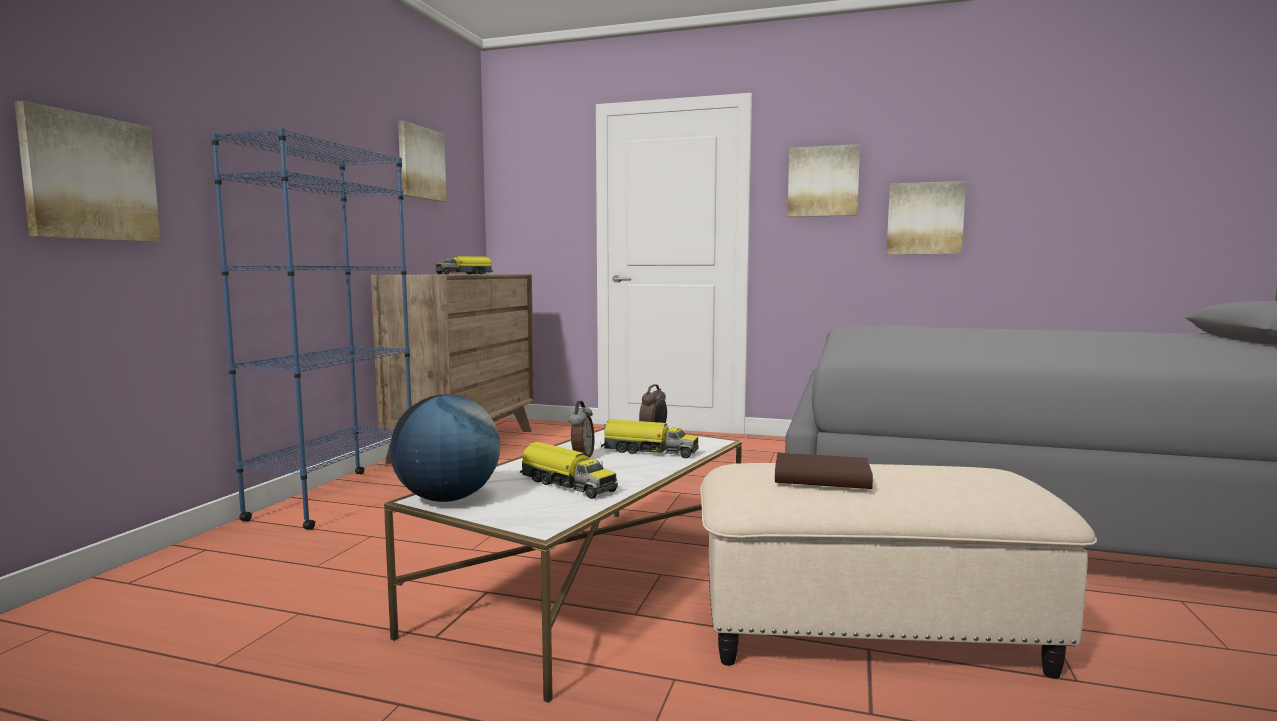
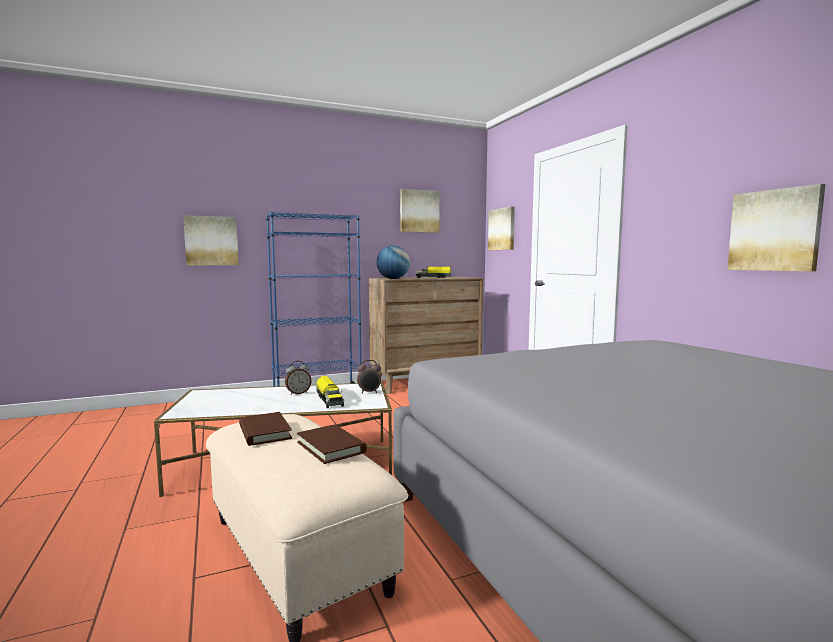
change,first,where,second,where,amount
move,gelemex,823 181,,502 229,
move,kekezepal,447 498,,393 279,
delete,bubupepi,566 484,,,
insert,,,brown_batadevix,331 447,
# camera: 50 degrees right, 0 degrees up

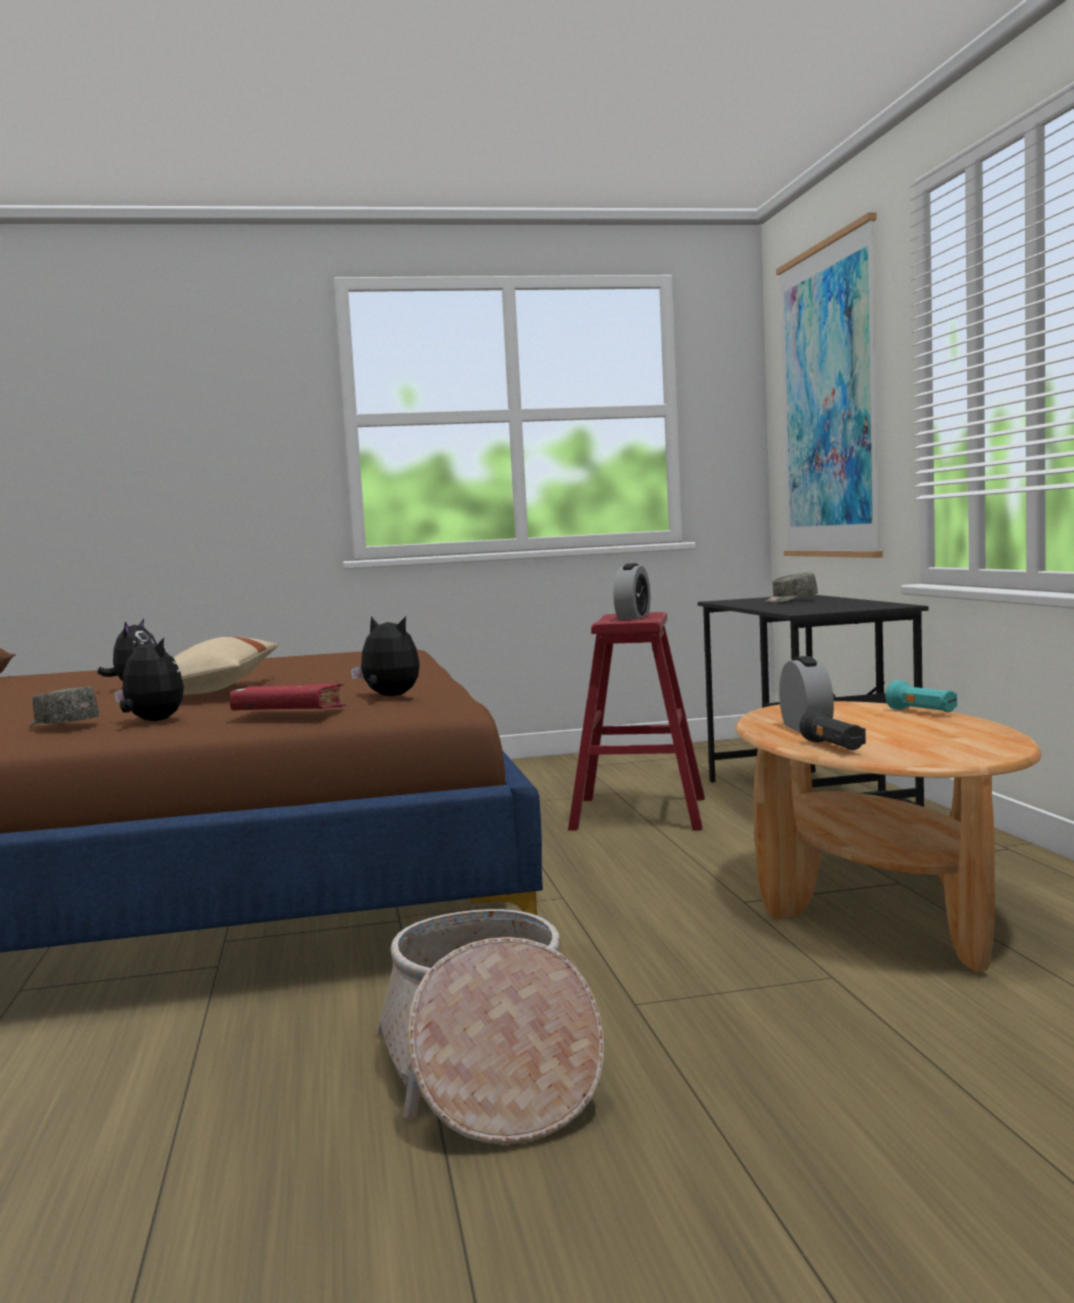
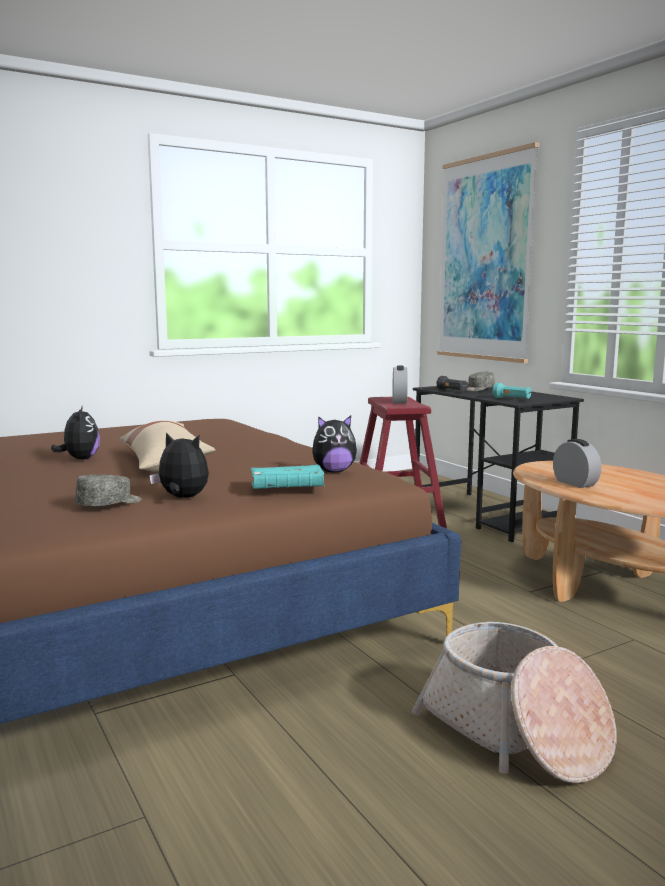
change,first,where,second,where,amount
rotate,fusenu,389 697,,333 471,150 degrees clockwise
move,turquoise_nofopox,922 712,,512 399,
recolor,red_batadevix,288 713,turquoise_batadevix,287 488,
rotate,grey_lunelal,61 726,,109 504,120 degrees clockwise
move,black_nofopox,833 747,,452 391,
# camera: 20 degrees left, 5 degrees up

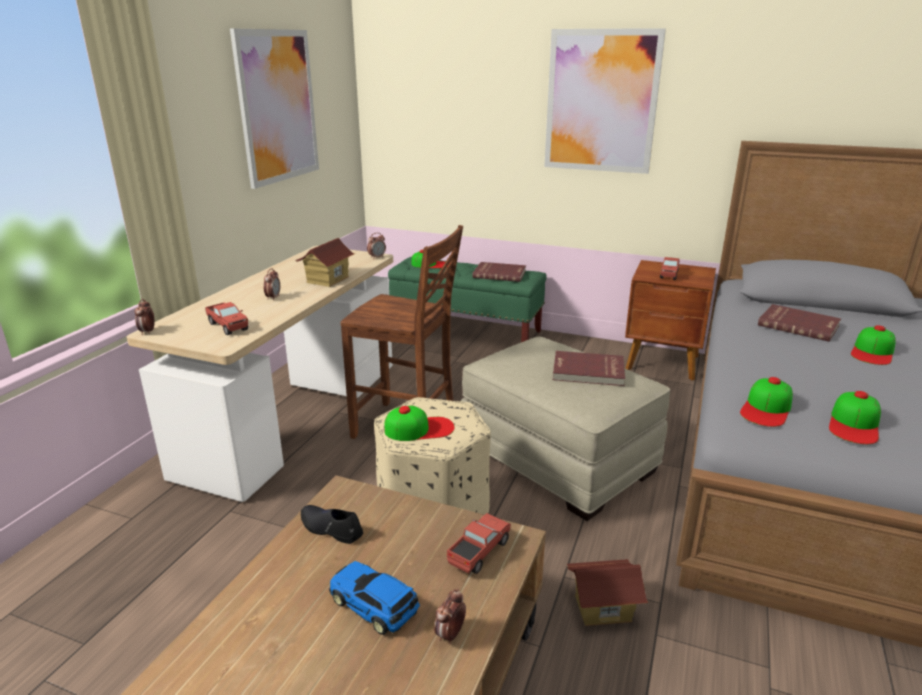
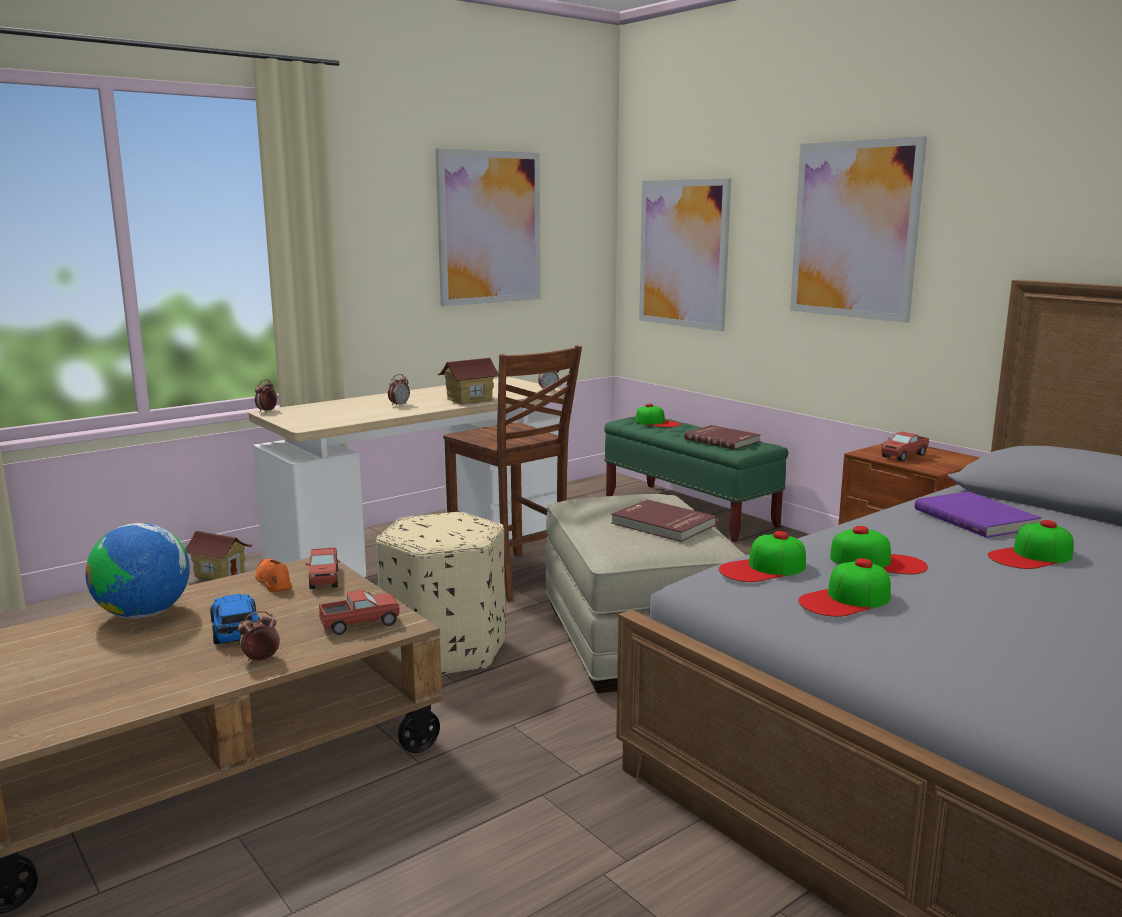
change,first,where,second,where,amount
move,bubupepi,228 326,,324 578,
recolor,red_batadevix,798 325,purple_batadevix,977 518,
move,lunelal,419 428,,878 562,
recolor,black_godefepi,330 528,orange_godefepi,273 581,
move,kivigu,602 608,,220 574,
insert,,,gelemex,683 254,
insert,,,kekezepal,144 614,
# camera: 30 degrees right, 10 degrees down

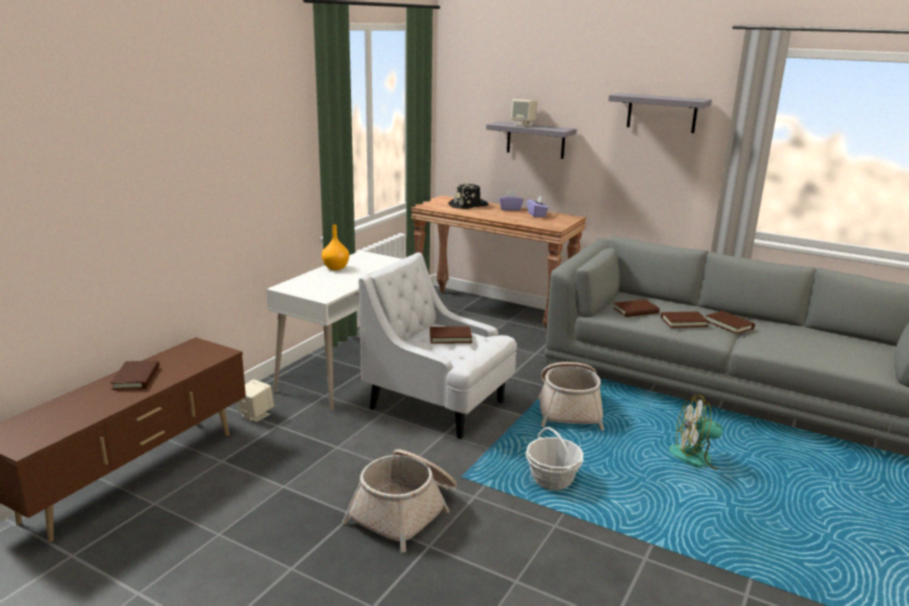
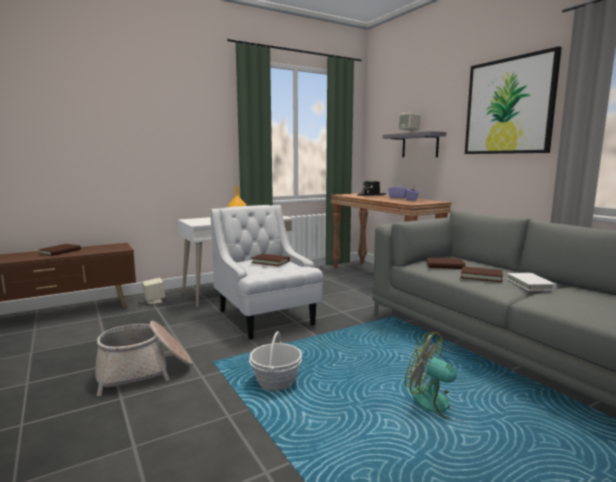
change,first,where,second,where,amount
replace,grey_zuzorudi,661 113,gelemex,509 106,
recolor,brown_batadevix,729 325,white_batadevix,530 284,
delete,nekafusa,569 408,,,
# camera: 30 degrees right, 10 degrees down

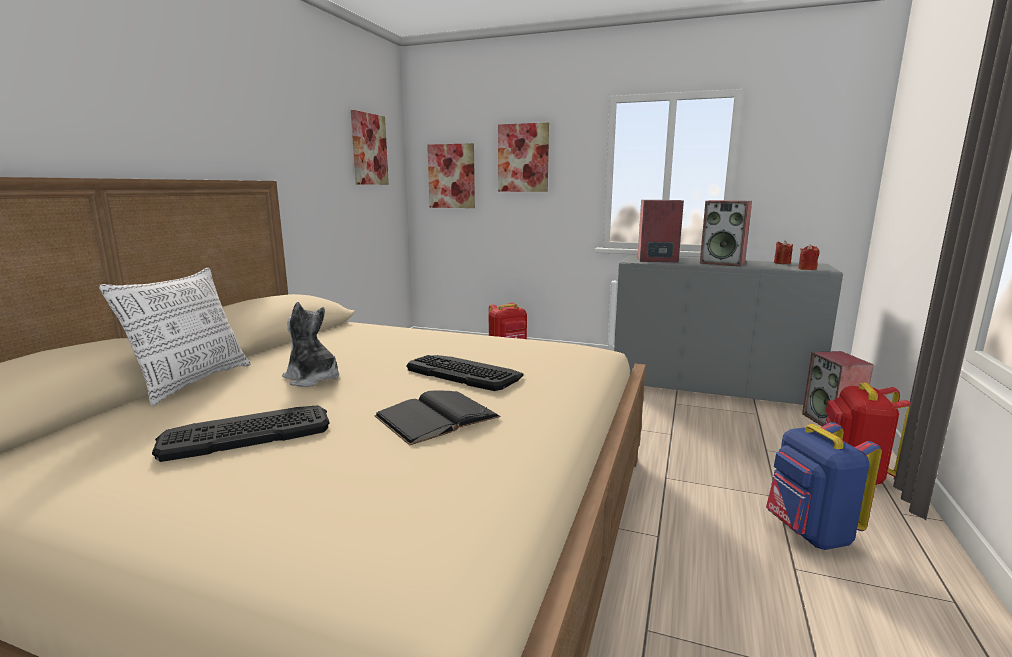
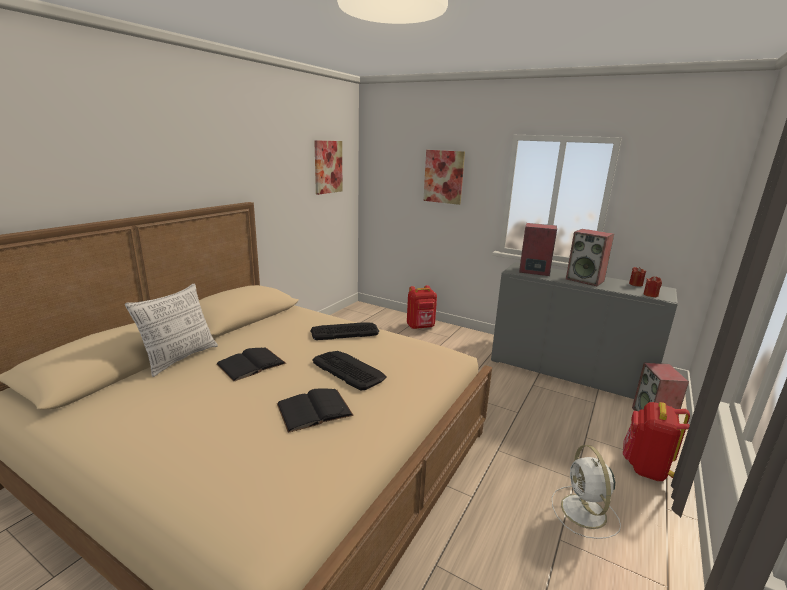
change,first,where,second,where,amount
delete,gelemex,451 176,,,
replace,fusenu,312 378,black_batadevix,251 364,
move,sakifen,246 432,,344 331,
replace,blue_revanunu,809 533,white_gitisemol,584 513,
# camera: 10 degrees right, 5 degrees up

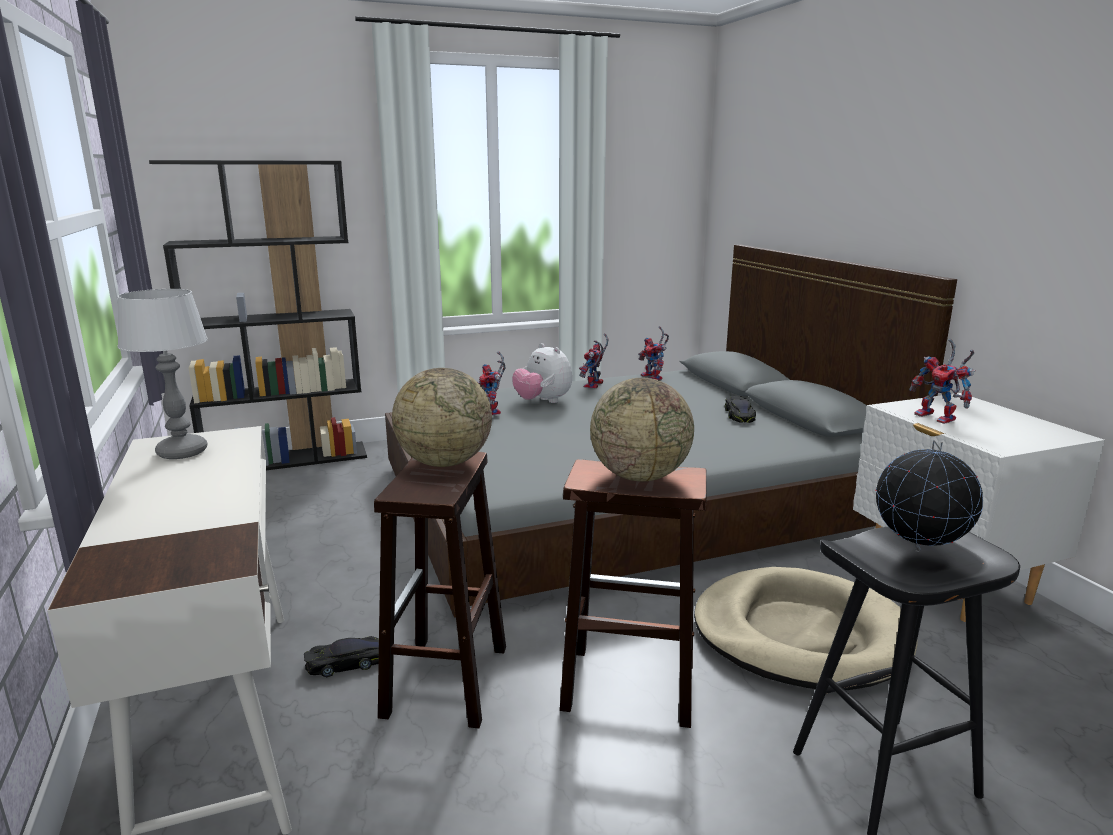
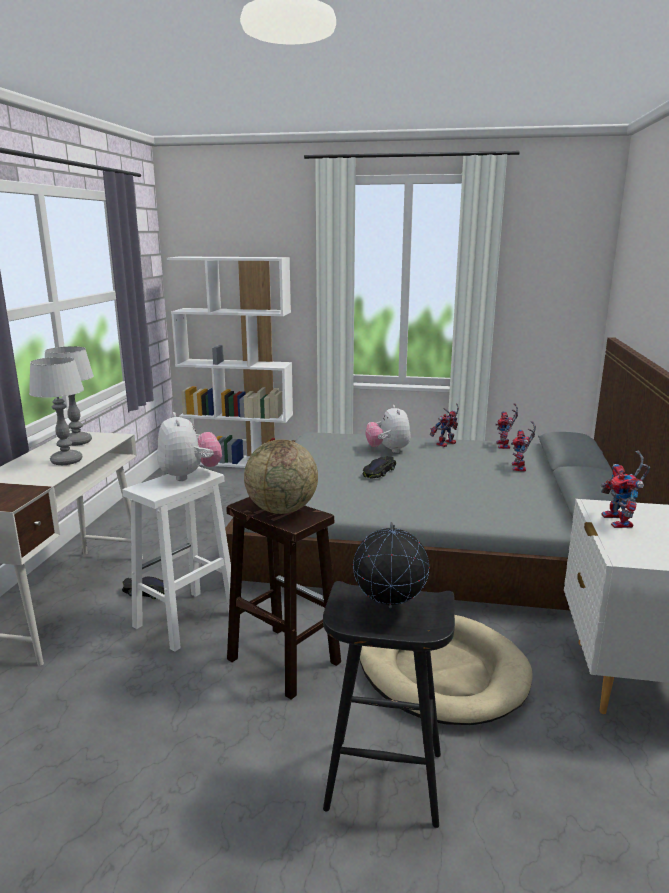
change,first,where,second,where,amount
recolor,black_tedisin,287 459,white_tedisin,239 462,
move,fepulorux,493 411,,520 468,
replace,kekezepal,444 462,fusenu,190 475,
move,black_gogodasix,739 415,,379 472,
recolor,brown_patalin,446 682,white_patalin,185 620,
insert,,,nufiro,67 461,
# camera: 30 degrees right, 0 degrees up

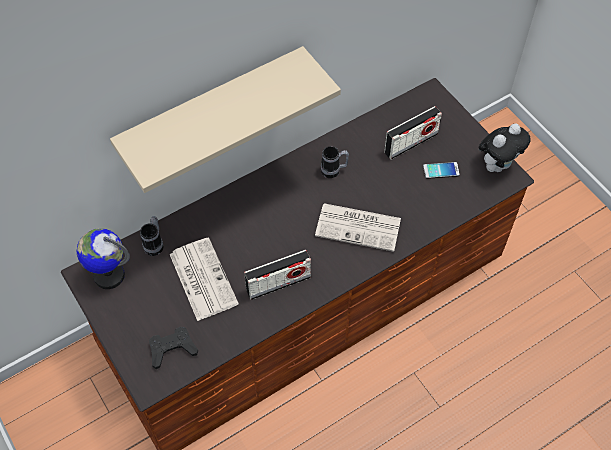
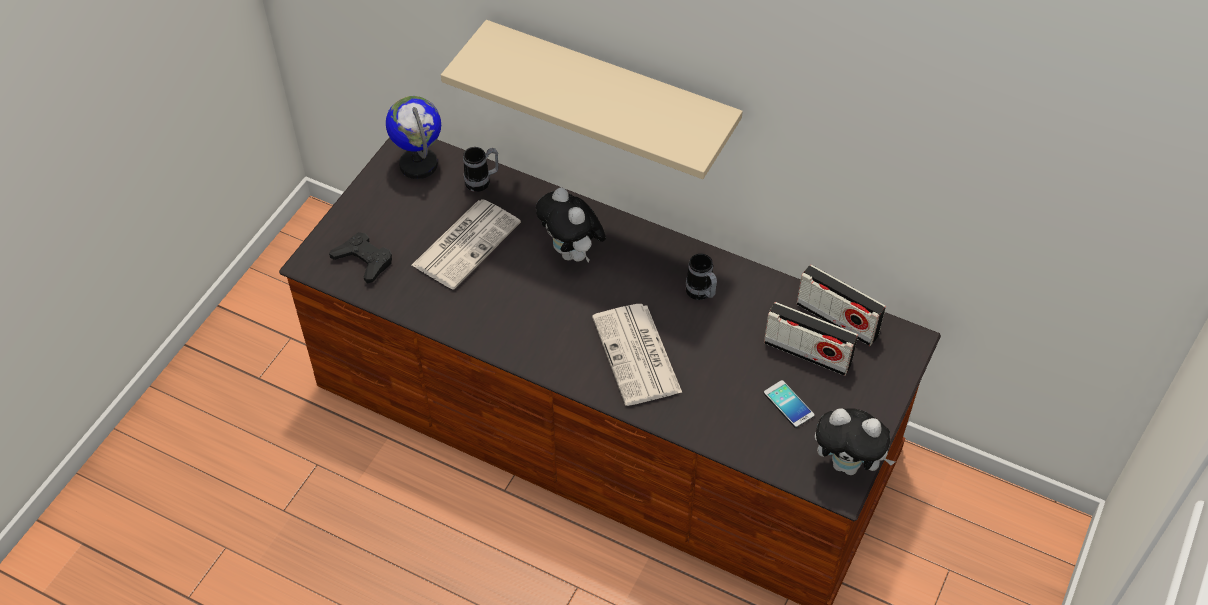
change,first,where,second,where,amount
move,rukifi,278 283,,837 320,
insert,,,fusenu,572 253,
# camera: 60 degrees right, 5 degrees down

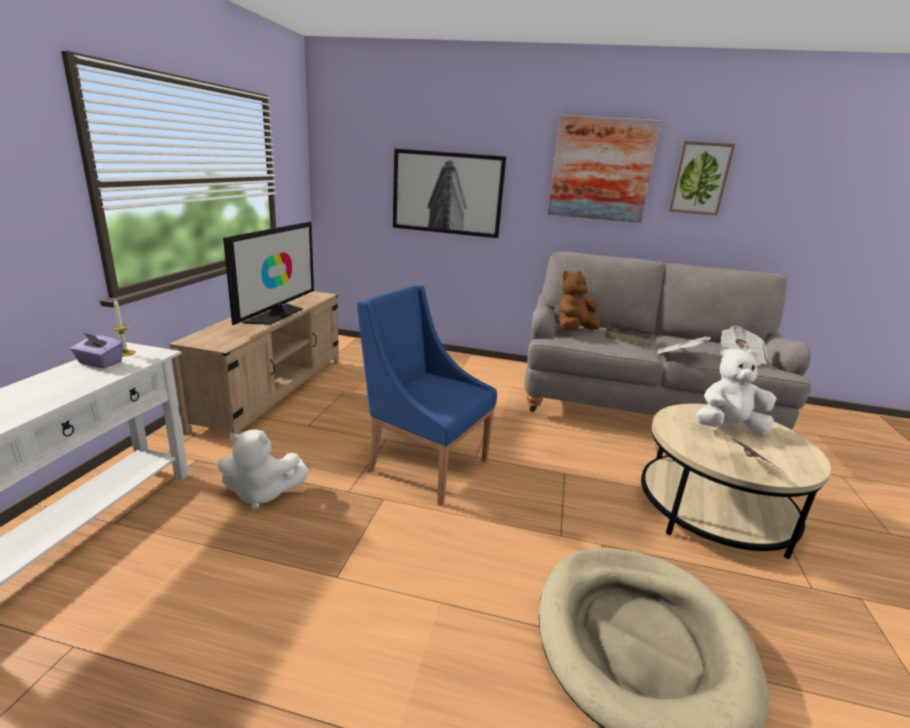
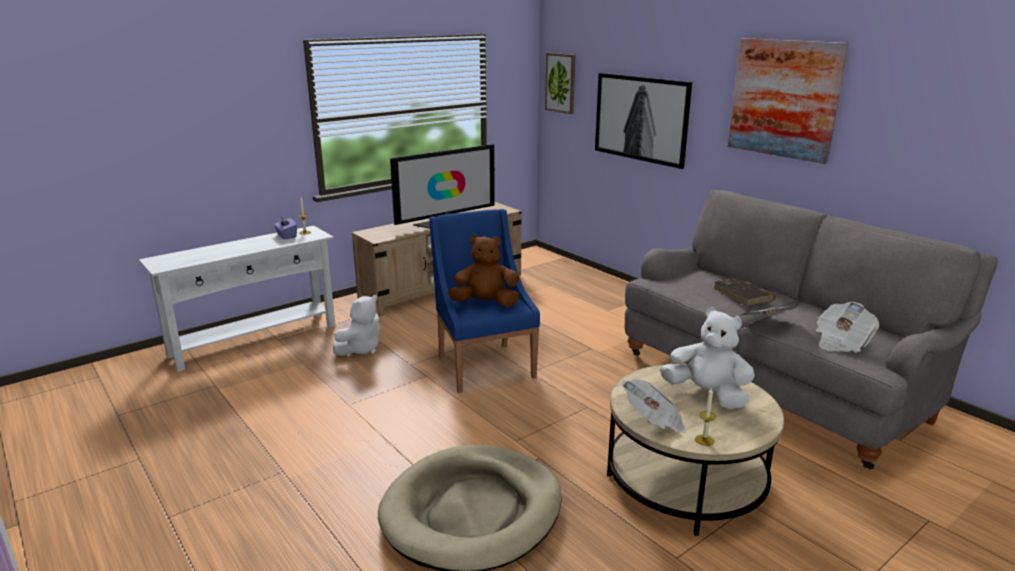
change,first,where,second,where,amount
move,gelemex,700 178,,560 83,
move,brown_fusenu,574 330,,485 303,
rotate,white_fusenu,262 494,,361 349,90 degrees counterclockwise
insert,,,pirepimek,704 440,
# camera: 40 degrees right, 0 degrees up

